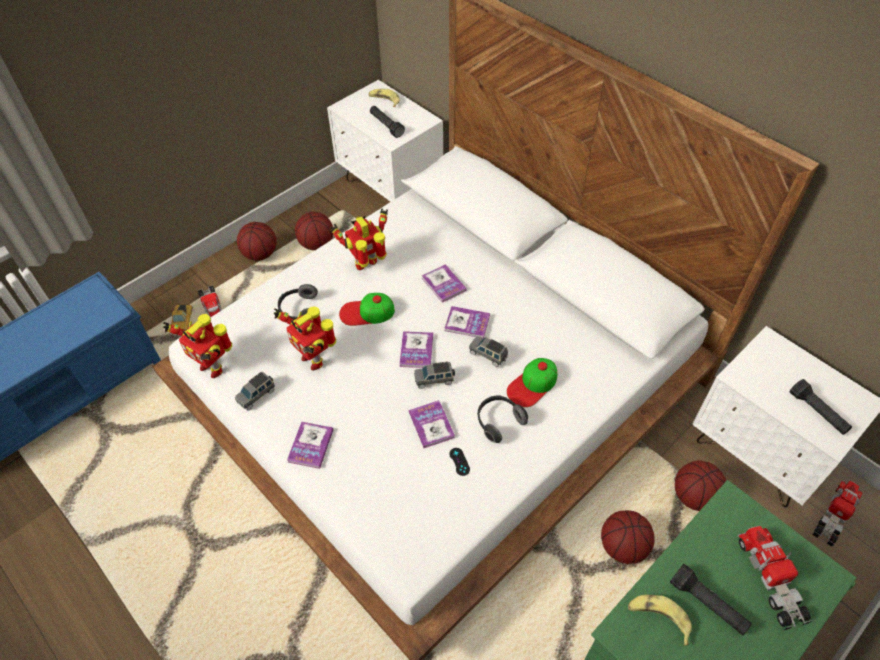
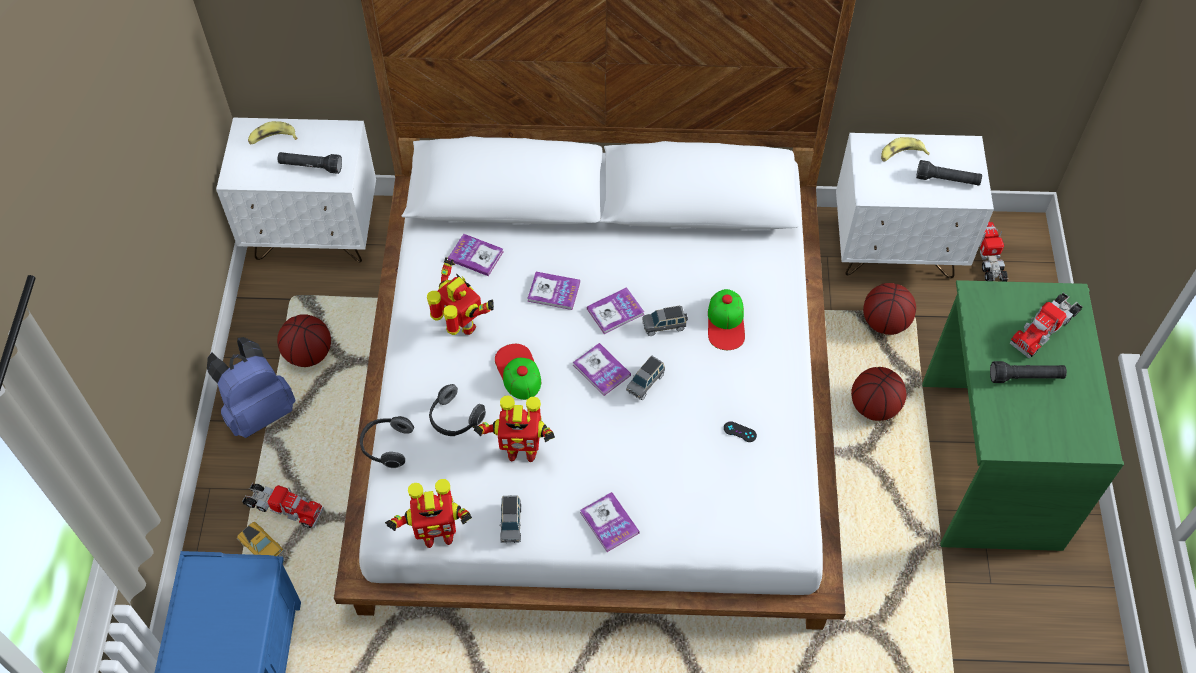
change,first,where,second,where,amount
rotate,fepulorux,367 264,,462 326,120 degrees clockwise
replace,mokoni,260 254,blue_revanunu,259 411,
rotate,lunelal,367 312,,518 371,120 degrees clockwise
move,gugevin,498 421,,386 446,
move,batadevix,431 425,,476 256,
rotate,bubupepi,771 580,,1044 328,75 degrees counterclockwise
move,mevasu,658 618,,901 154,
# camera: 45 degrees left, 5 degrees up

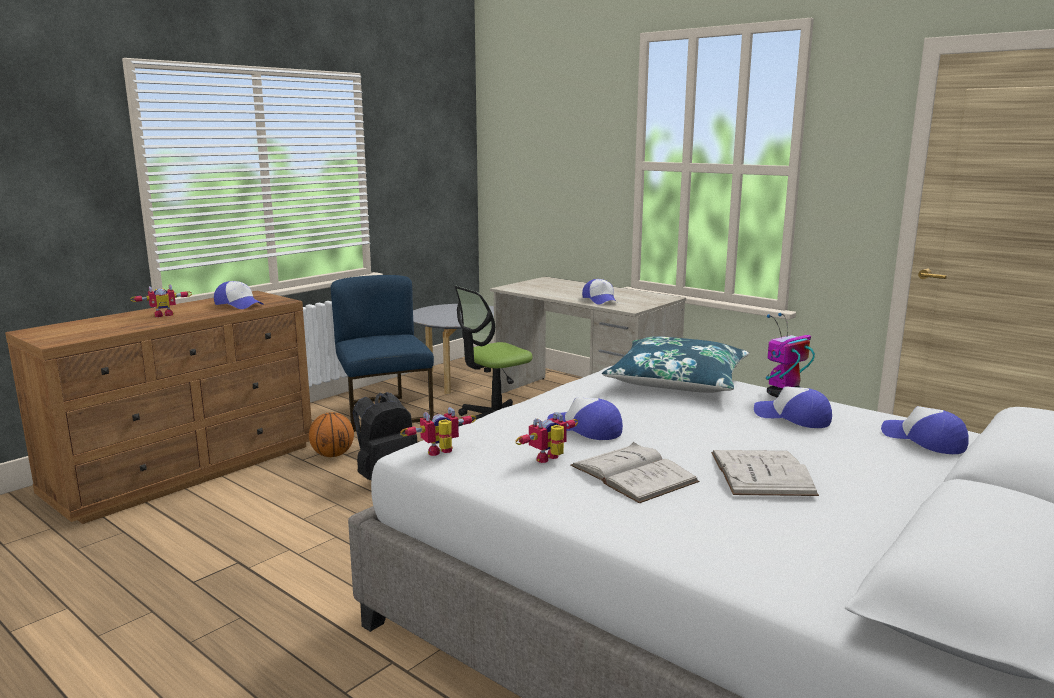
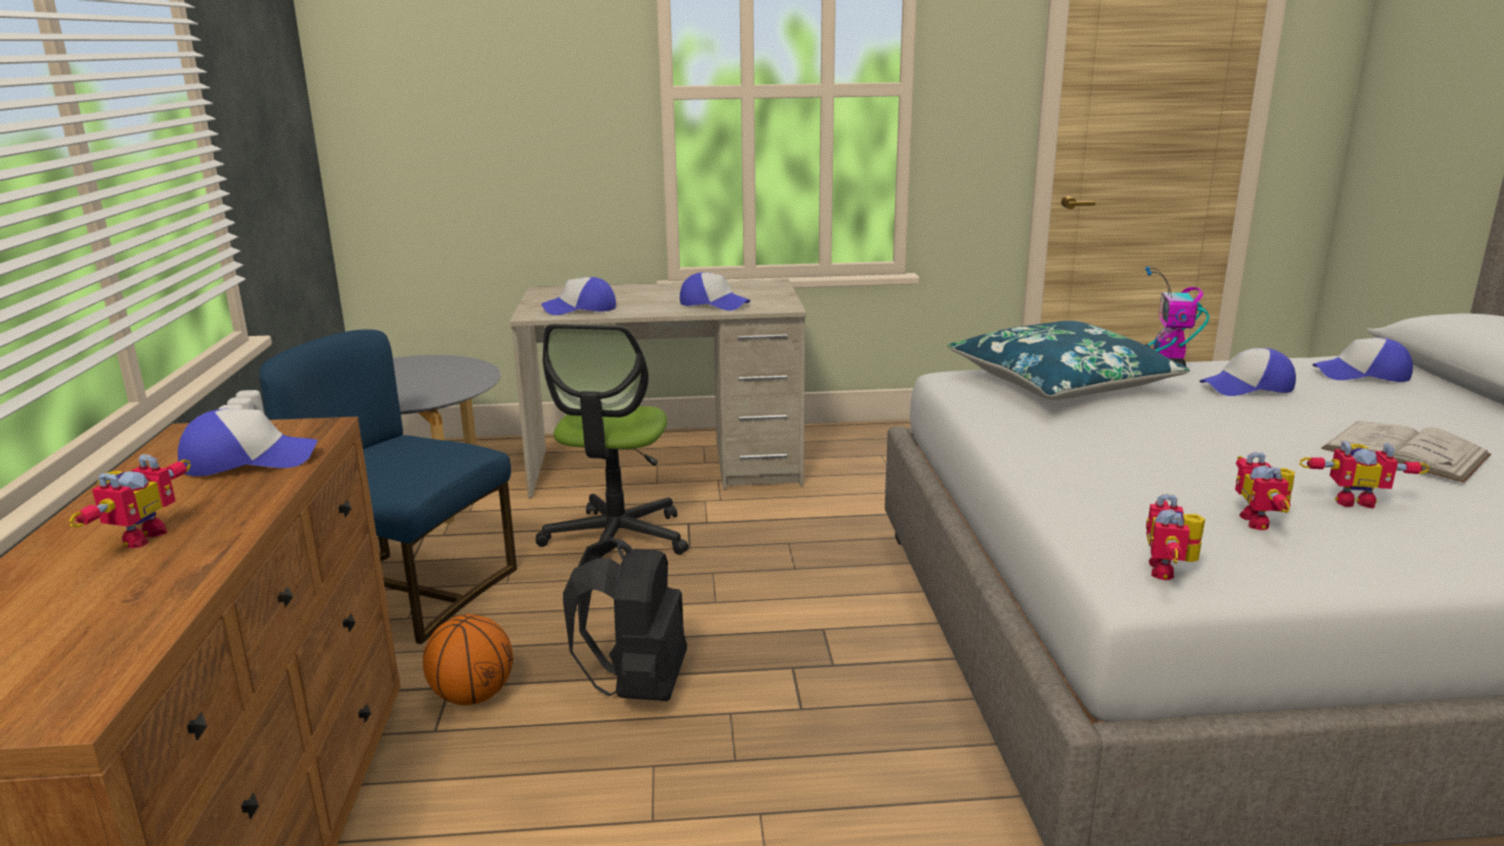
change,first,where,second,where,amount
move,lunelal,585 429,,580 309,
replace,white_batadevix,633 473,fepulorux,1352 500,
# camera: 45 degrees left, 5 degrees up

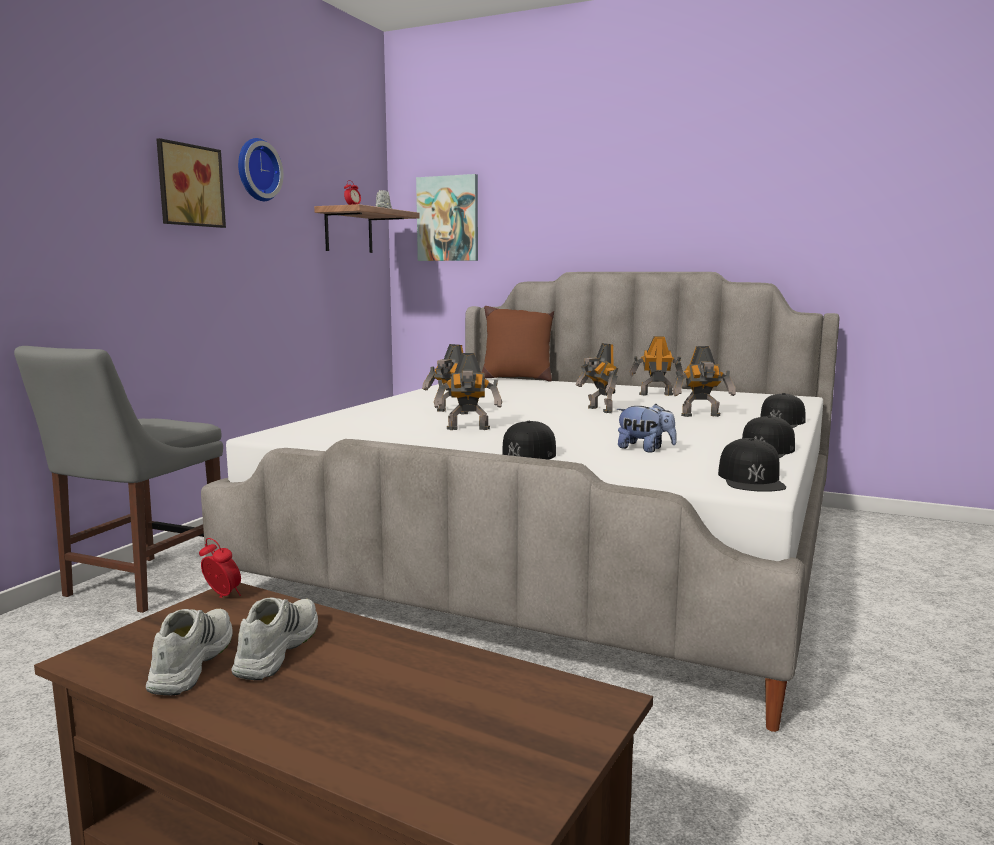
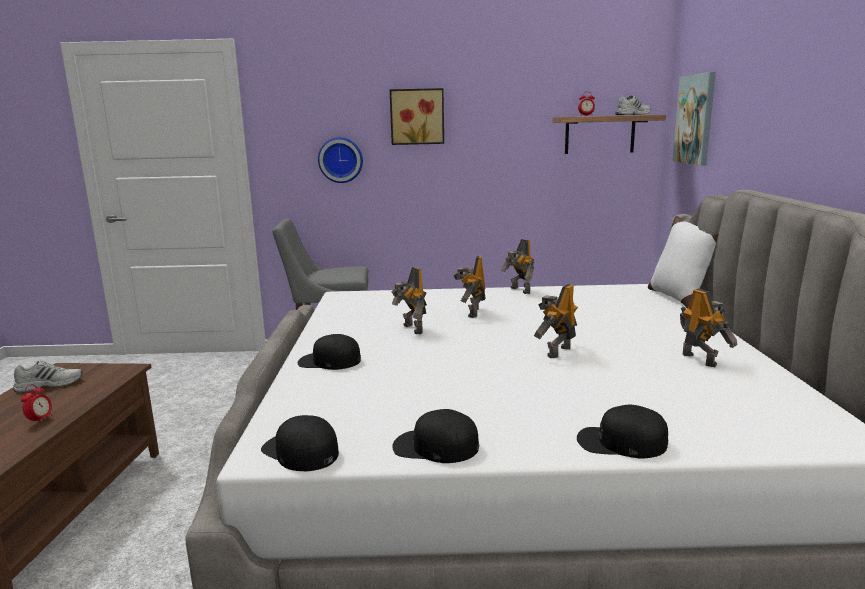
change,first,where,second,where,amount
move,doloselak,256 170,,341 160,
recolor,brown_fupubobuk,516 378,white_fupubobuk,678 298,
move,fepulorux,701 416,,519 290,
delete,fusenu,645 449,,,
rotate,black_lunelal,751 479,,300 451,60 degrees clockwise
move,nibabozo,222 596,,40 420,
delete,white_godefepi,276 648,,,
# camera: 65 degrees right, 5 degrees up

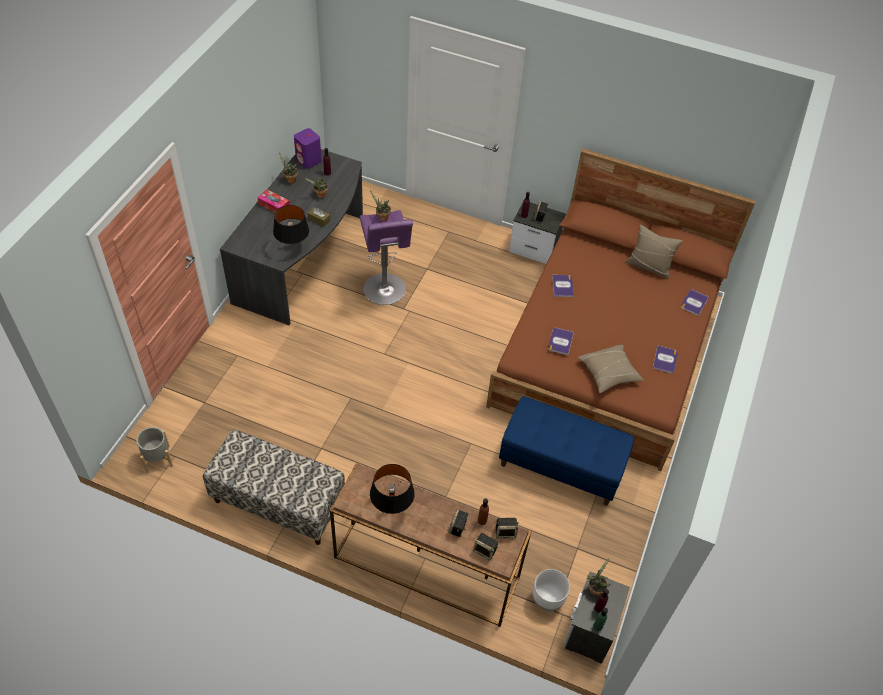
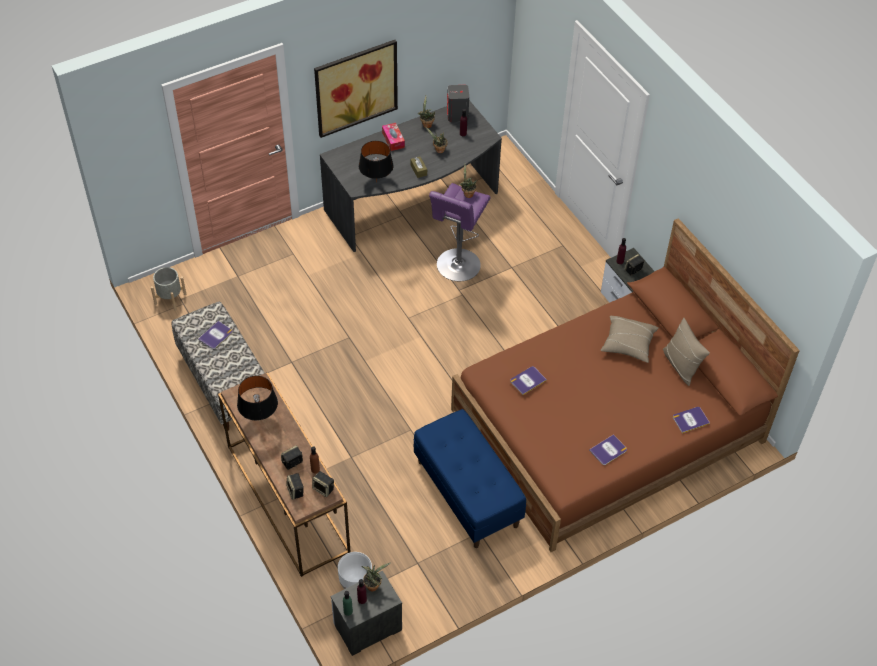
change,first,where,second,where,amount
recolor,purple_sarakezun,309 160,grey_sarakezun,457 115,
move,batadevix,562 286,,216 335,
move,beige_fupubobuk,609 374,,628 344,
insert,,,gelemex,356 87,
# camera: 40 degrees right, 0 degrees up

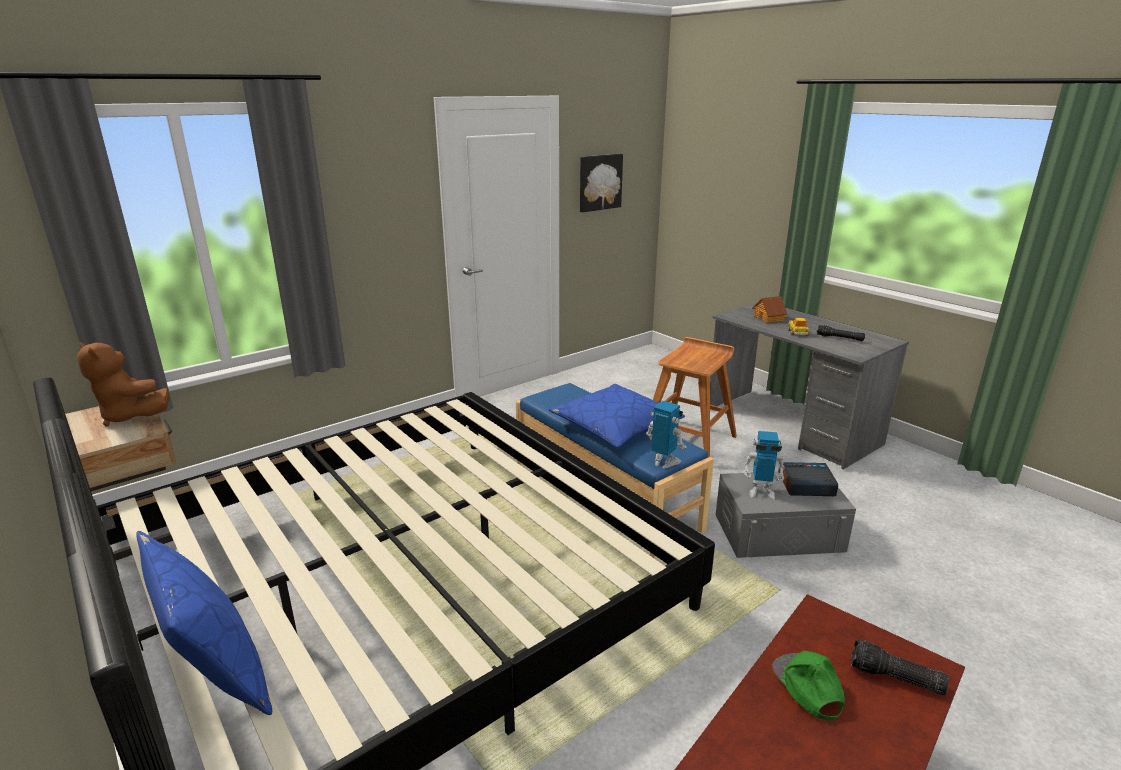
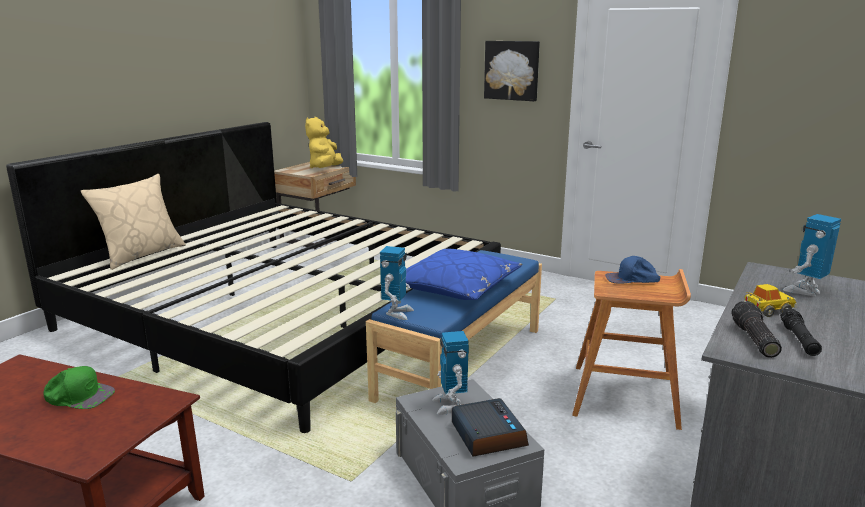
change,first,where,second,where,amount
move,gelemex,599 182,,512 70,
replace,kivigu,769 318,fepulorux,805 291,
recolor,brown_fusenu,131 416,yellow_fusenu,325 168,
recolor,blue_fupubobuk,218 675,beige_fupubobuk,141 255,
move,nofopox,894 678,,753 339,
rotate,green_lunelal,807 687,,79 396,45 degrees clockwise
insert,,,blue_lunelal,632 279,
# camera: 70 degrees right, 5 degrees down

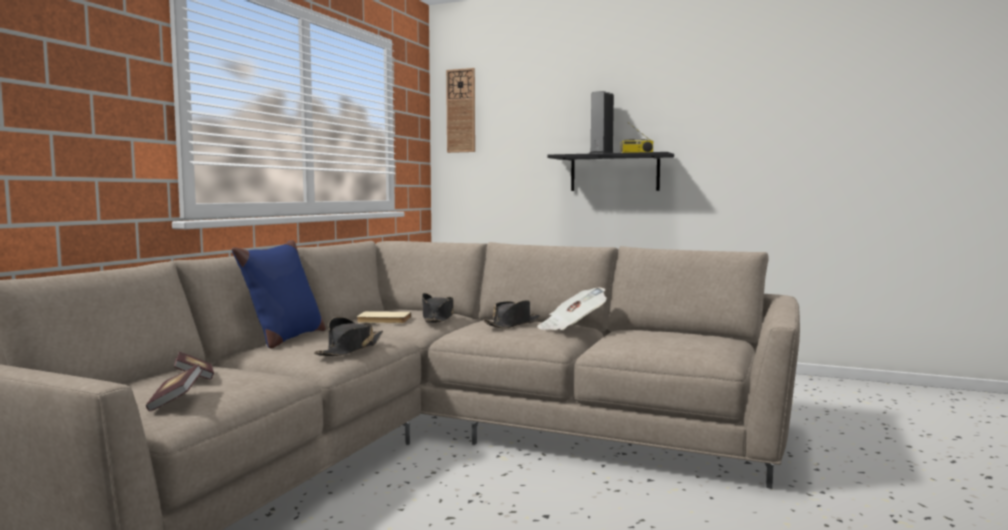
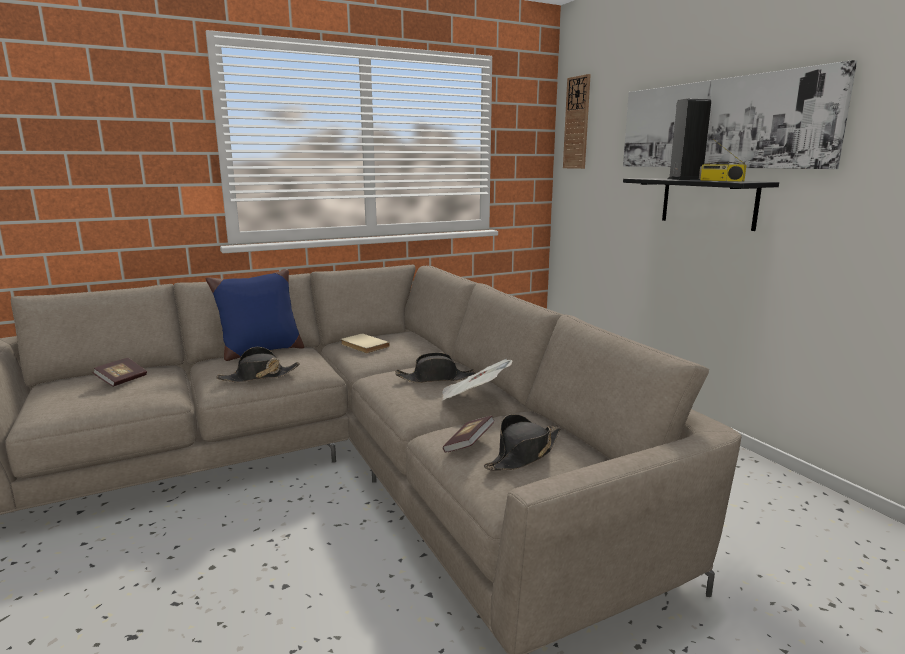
change,first,where,second,where,amount
move,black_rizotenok,437 318,,523 454,
move,batadevix,175 401,,468 444,
insert,,,gelemex,718 124,
# camera: 40 degrees right, 10 degrees up

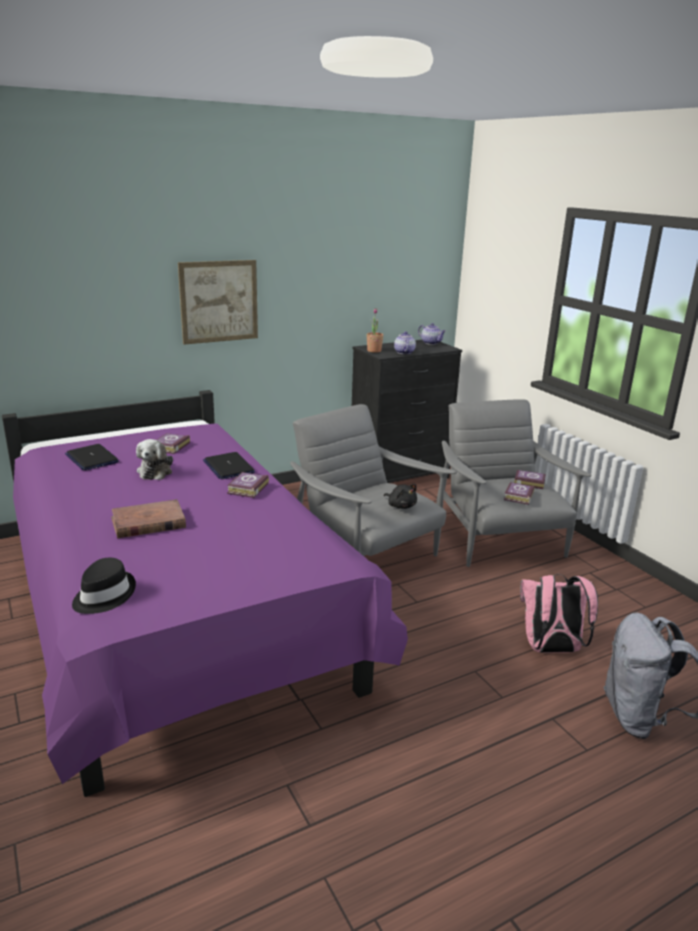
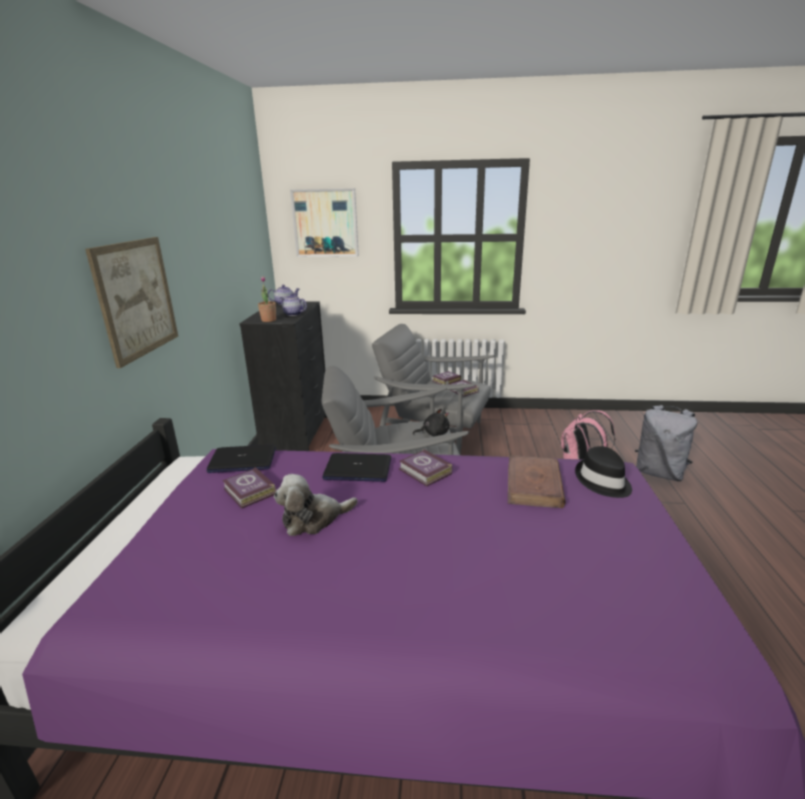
change,first,where,second,where,amount
rotate,fusenu,156 471,,313 519,120 degrees clockwise
move,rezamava,91 458,,242 460,
move,brown_batadevix,148 523,,534 485,
move,black_rizotenok,103 595,,602 481,
insert,,,gelemex,325 223,
# camera: 55 degrees left, 0 degrees up

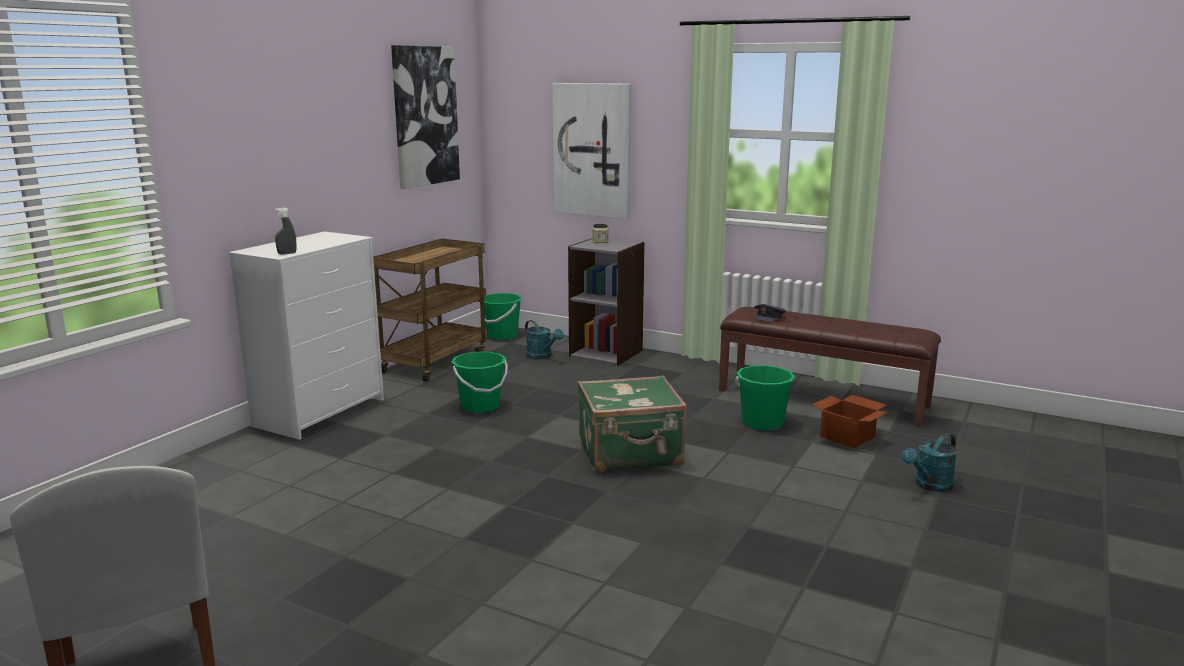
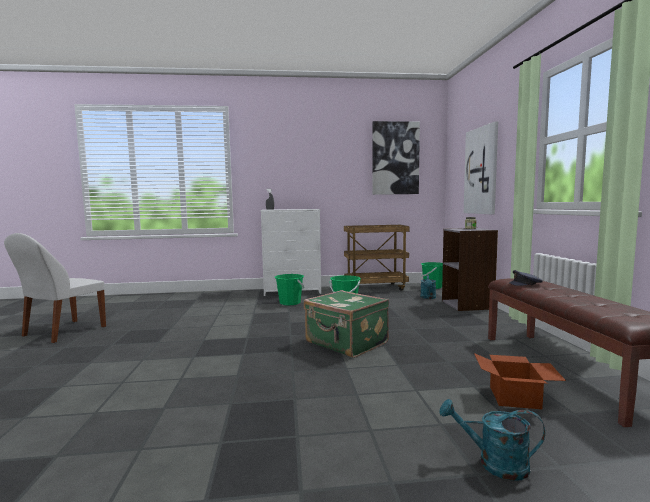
change,first,where,second,where,amount
move,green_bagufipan,762 423,,290 303,
# camera: 55 degrees right, 10 degrees down

